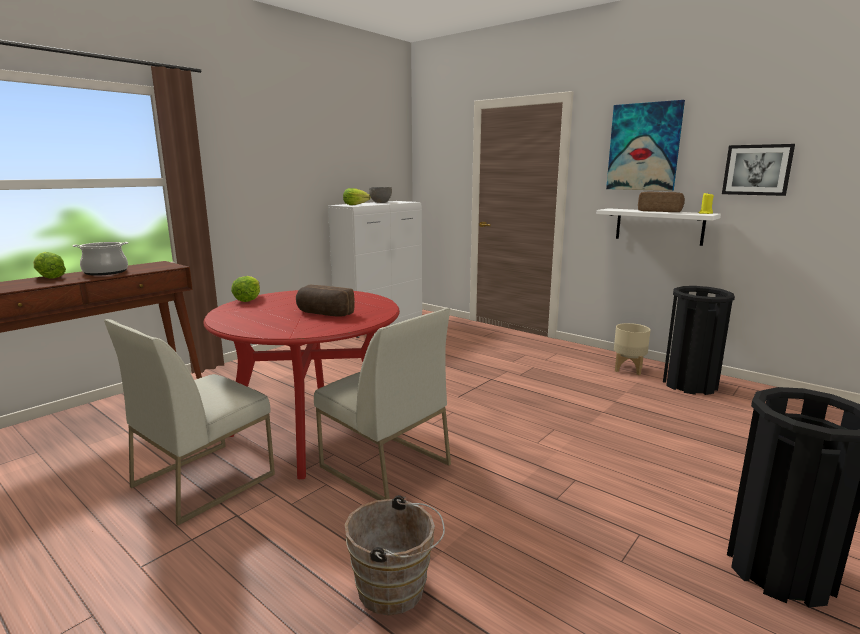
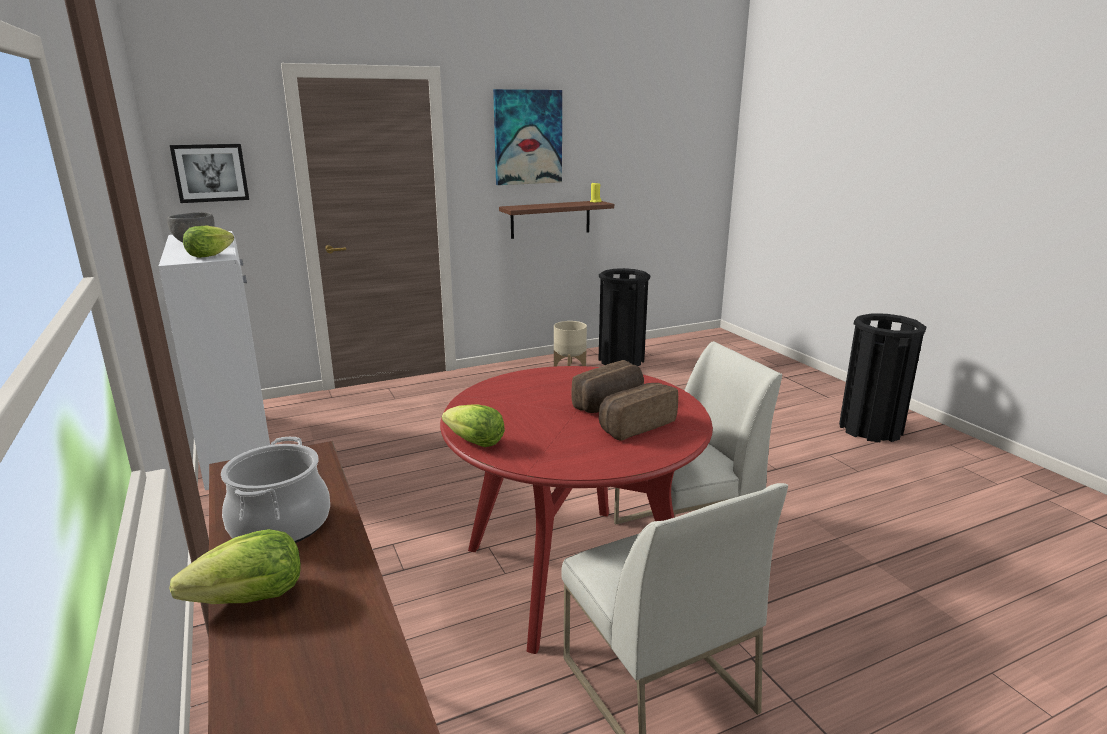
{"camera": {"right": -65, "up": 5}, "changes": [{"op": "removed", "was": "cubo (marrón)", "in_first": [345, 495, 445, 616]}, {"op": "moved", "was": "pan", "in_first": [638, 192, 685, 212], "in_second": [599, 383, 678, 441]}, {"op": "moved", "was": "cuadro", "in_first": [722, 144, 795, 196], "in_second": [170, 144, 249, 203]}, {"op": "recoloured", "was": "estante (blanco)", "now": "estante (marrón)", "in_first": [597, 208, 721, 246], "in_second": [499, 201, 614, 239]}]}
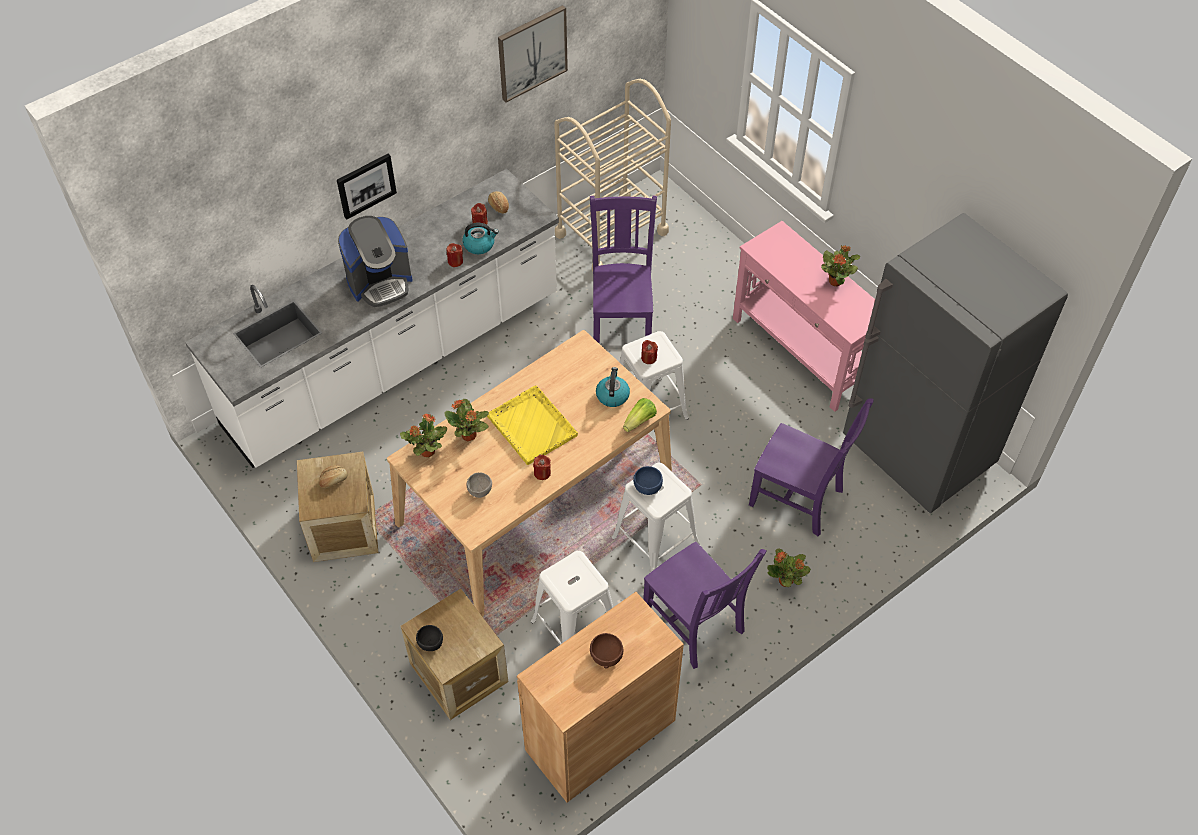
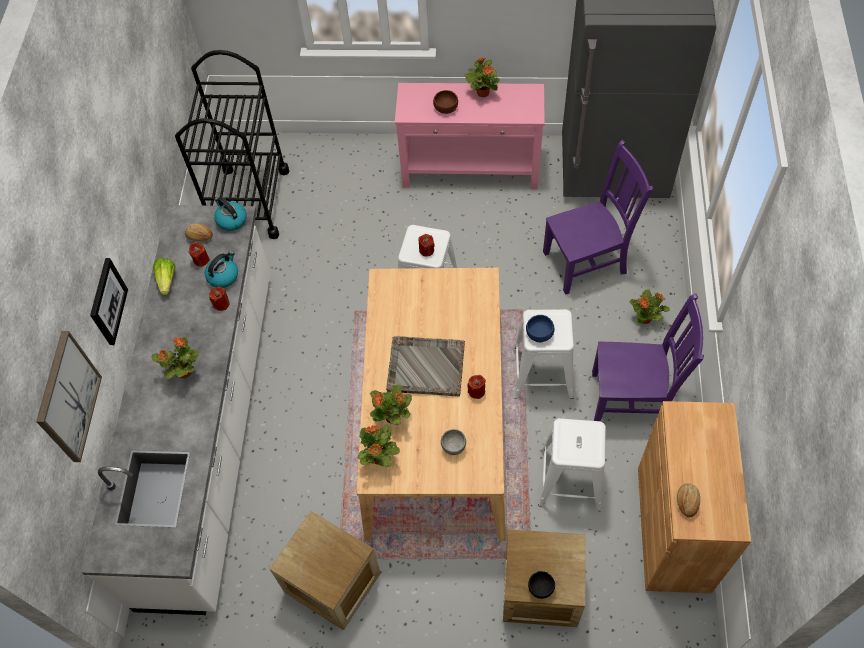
{"camera": {"right": -45, "up": 5}, "changes": [{"op": "removed", "was": "silla (morado)", "in_first": [590, 195, 657, 344]}, {"op": "moved", "was": "pan", "in_first": [319, 465, 348, 488], "in_second": [677, 483, 700, 518]}, {"op": "moved", "was": "cuadro", "in_first": [498, 5, 568, 103], "in_second": [36, 331, 102, 462]}, {"op": "moved", "was": "cuenco (marrón)", "in_first": [590, 633, 623, 668], "in_second": [433, 90, 458, 114]}, {"op": "moved", "was": "hervidor", "in_first": [596, 367, 630, 407], "in_second": [214, 197, 247, 231]}, {"op": "moved", "was": "lechuga", "in_first": [623, 398, 657, 432], "in_second": [153, 258, 176, 295]}, {"op": "replaced", "was": "cafetera", "now": "planta en maceta", "in_first": [338, 216, 413, 307], "in_second": [152, 337, 199, 379]}, {"op": "recoloured", "was": "bandeja (amarillo)", "now": "bandeja (gris)", "in_first": [487, 385, 578, 465], "in_second": [386, 336, 465, 396]}, {"op": "recoloured", "was": "carrito (beis)", "now": "carrito (negro)", "in_first": [554, 79, 671, 271], "in_second": [175, 50, 290, 239]}]}
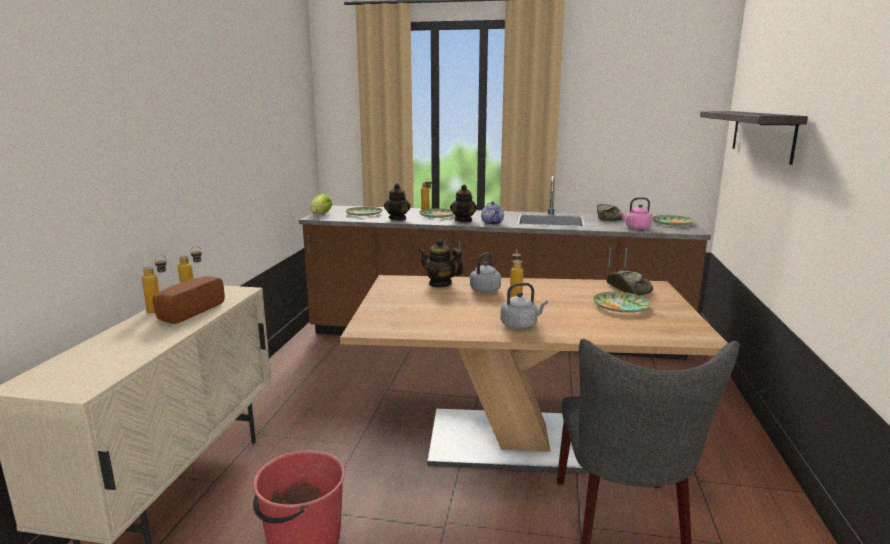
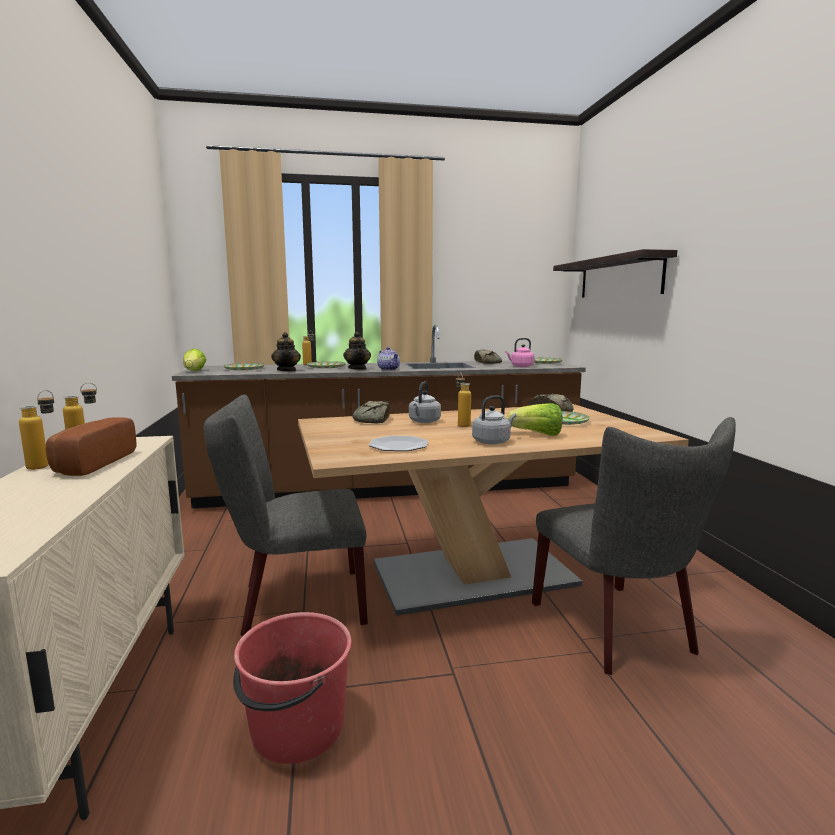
{"camera": {"right": -20, "up": -5}, "changes": [{"op": "added", "now": "silla (gris)", "in_second": [204, 394, 368, 637]}, {"op": "added", "now": "plato", "in_second": [369, 436, 428, 451]}, {"op": "added", "now": "lechuga", "in_second": [506, 403, 562, 436]}, {"op": "replaced", "was": "tetera", "now": "pan", "in_first": [418, 239, 464, 287], "in_second": [353, 401, 391, 424]}]}
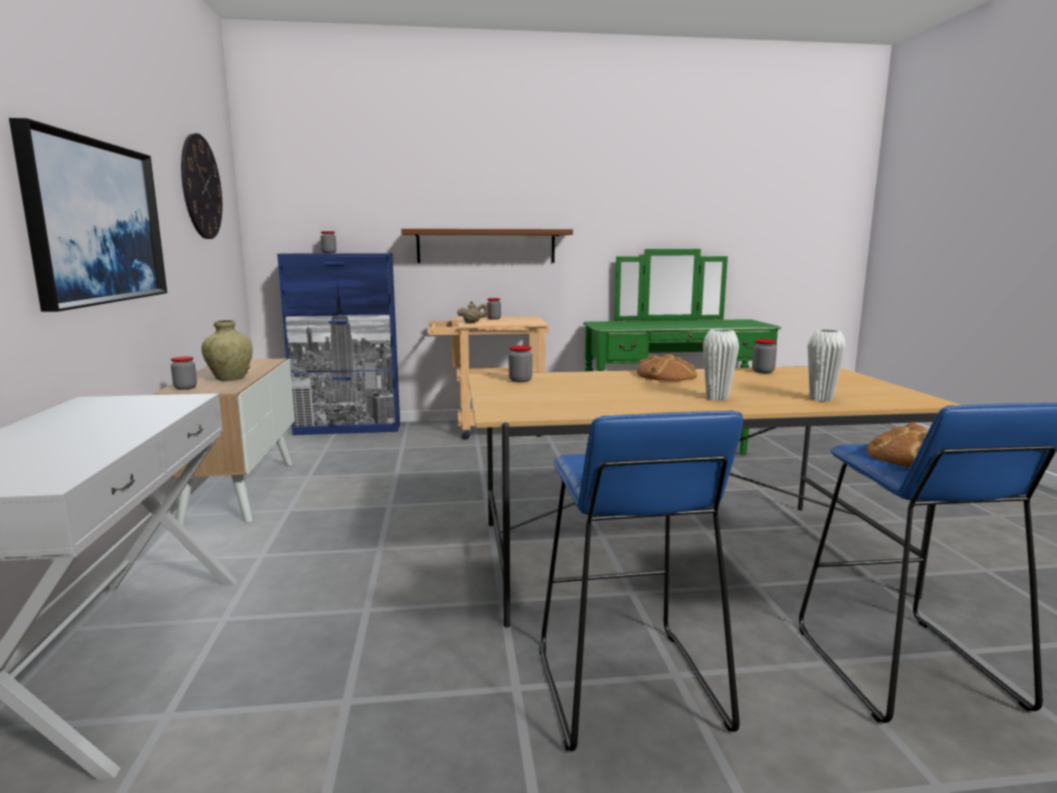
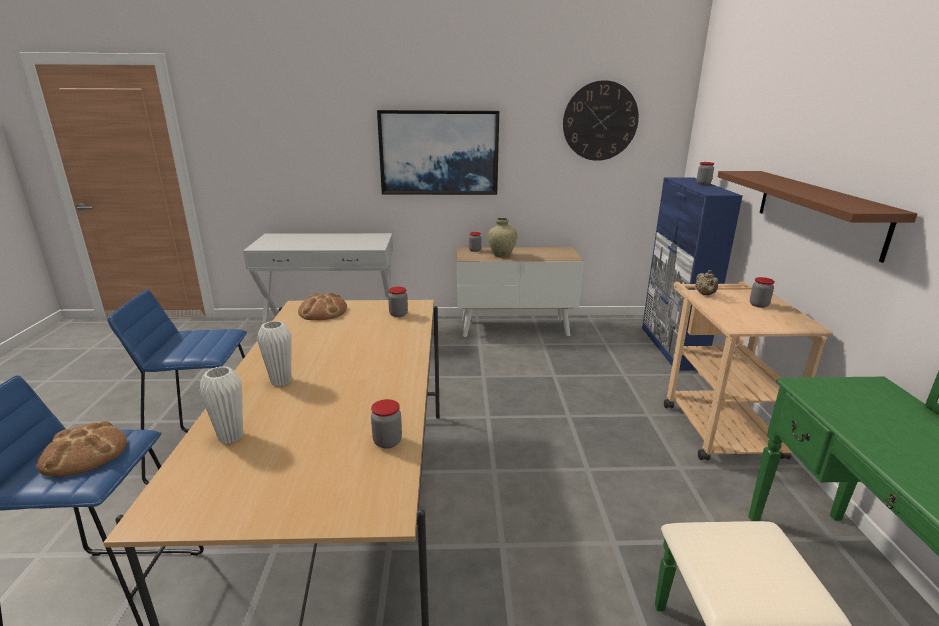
{"camera": {"right": 95, "up": 10}, "changes": [{"op": "moved", "was": "pan", "in_first": [637, 354, 697, 381], "in_second": [298, 292, 347, 320]}]}
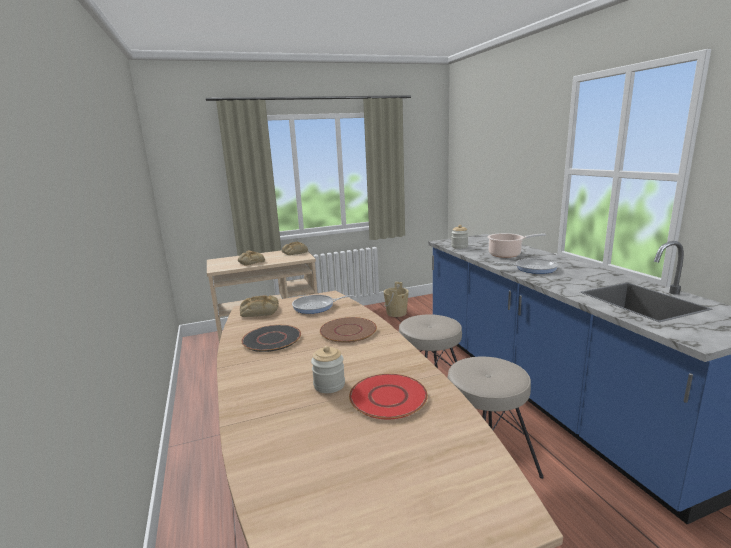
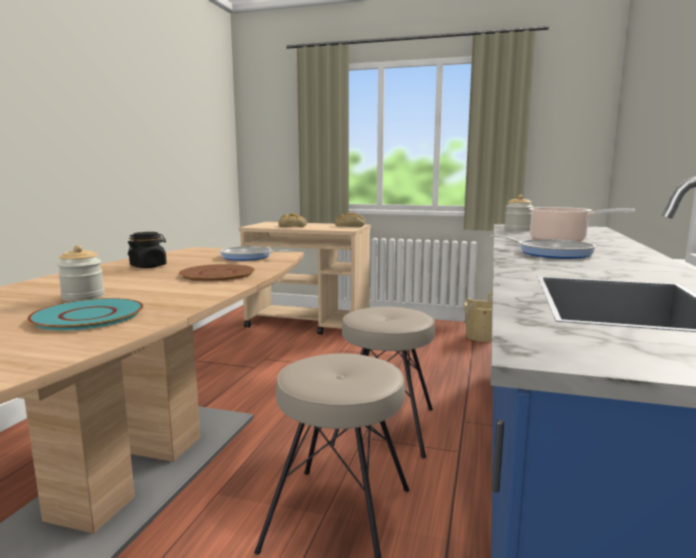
{"camera": {"right": 35, "up": -5}, "changes": [{"op": "removed", "was": "pan", "in_first": [240, 295, 279, 317]}, {"op": "replaced", "was": "plato (negro)", "now": "tarro (negro)", "in_first": [241, 325, 301, 352], "in_second": [128, 232, 167, 268]}, {"op": "recoloured", "was": "plato (rojo)", "now": "plato (turquesa)", "in_first": [349, 374, 428, 419], "in_second": [27, 298, 144, 330]}]}
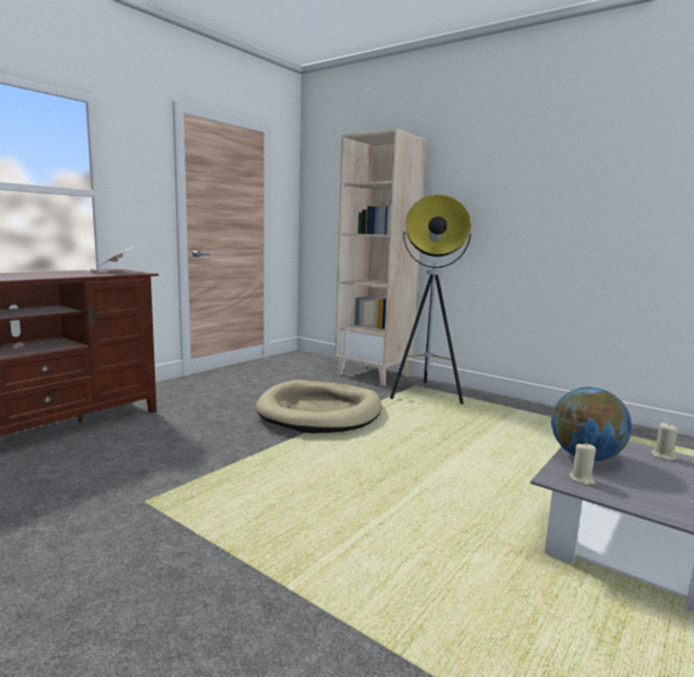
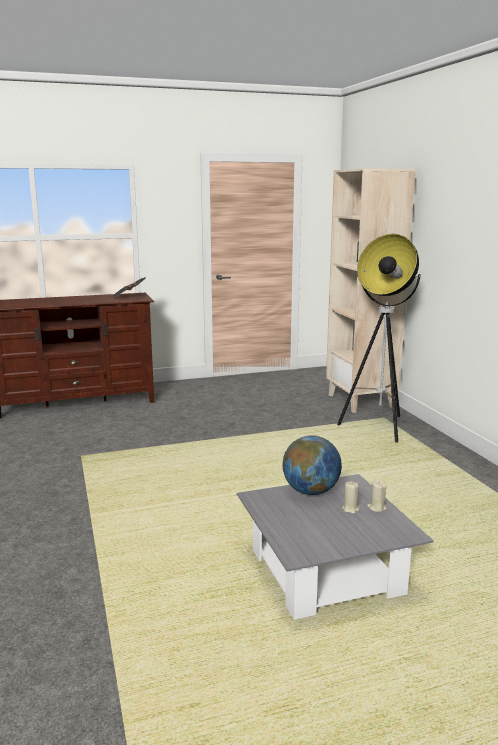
{"camera": {"right": 35, "up": 5}, "changes": [{"op": "removed", "was": "cama para perro (beis)", "in_first": [256, 380, 382, 433]}, {"op": "moved", "was": "vela (beis)", "in_first": [570, 443, 596, 485], "in_second": [342, 481, 360, 514]}]}
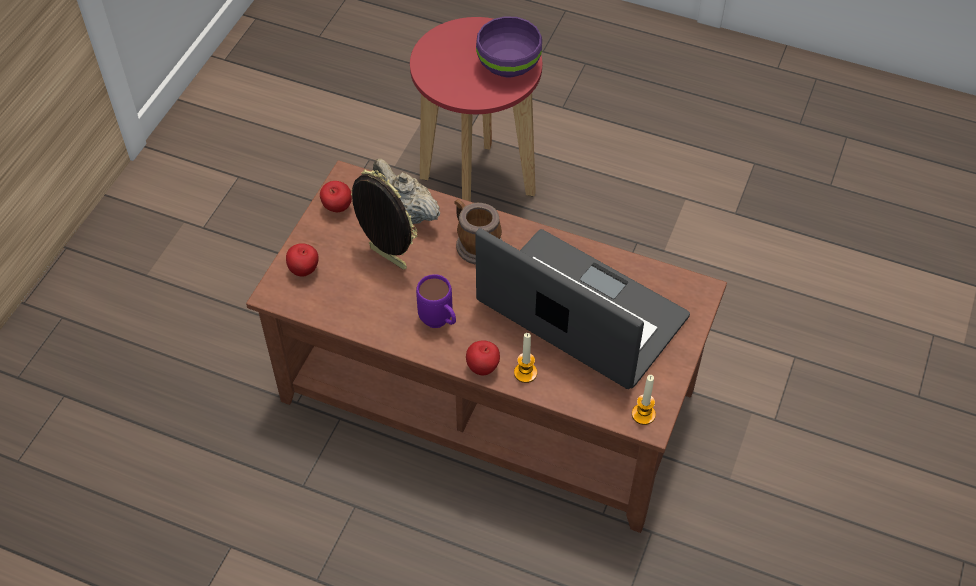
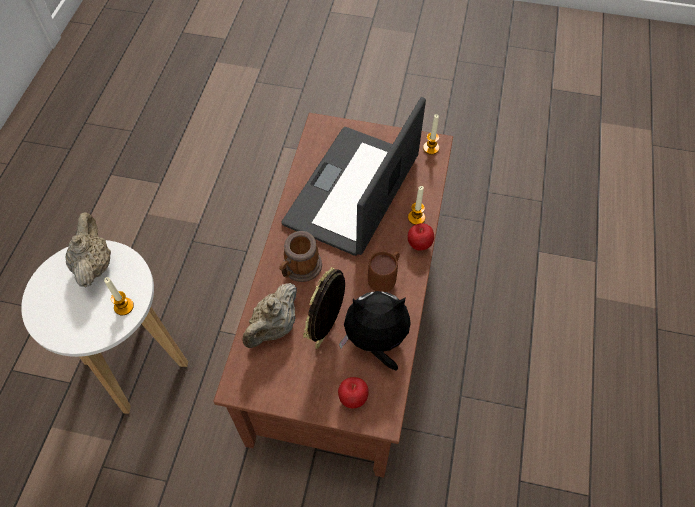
{"camera": {"right": -100, "up": 5}, "changes": [{"op": "removed", "was": "manzana", "in_first": [320, 181, 352, 212]}, {"op": "added", "now": "vela", "in_second": [104, 277, 134, 315]}, {"op": "added", "now": "peluche", "in_second": [339, 291, 411, 371]}, {"op": "replaced", "was": "cuenco (morado)", "now": "tetera (beis)", "in_first": [476, 16, 542, 78], "in_second": [65, 212, 111, 288]}, {"op": "recoloured", "was": "taburete (rojo)", "now": "taburete (blanco)", "in_first": [410, 17, 542, 202], "in_second": [21, 240, 188, 414]}, {"op": "recoloured", "was": "taza grande (morado)", "now": "taza grande (marrón)", "in_first": [416, 274, 456, 328], "in_second": [368, 251, 400, 292]}]}
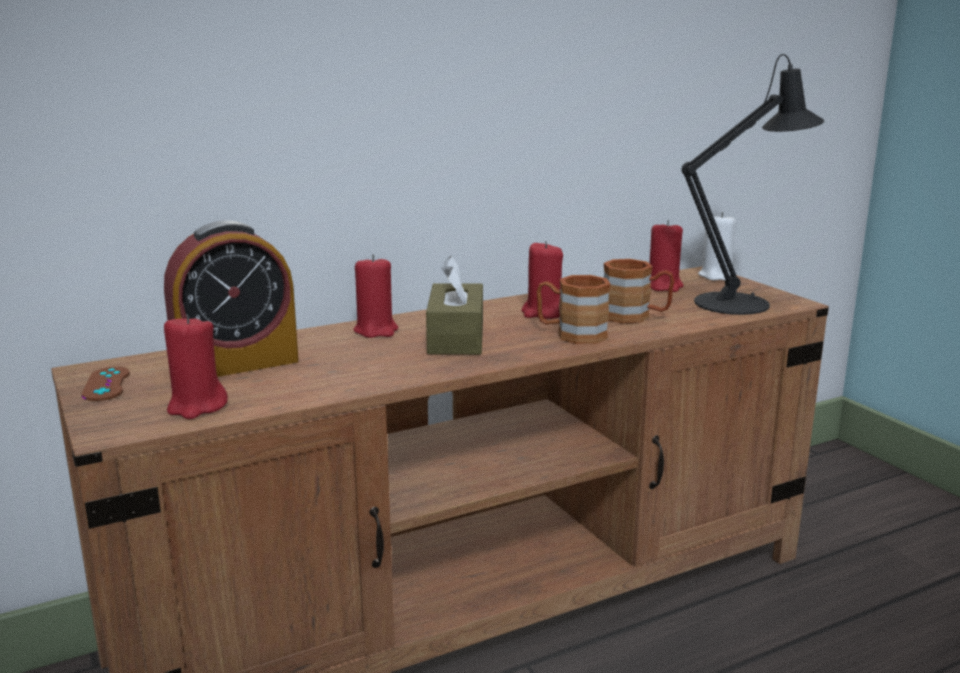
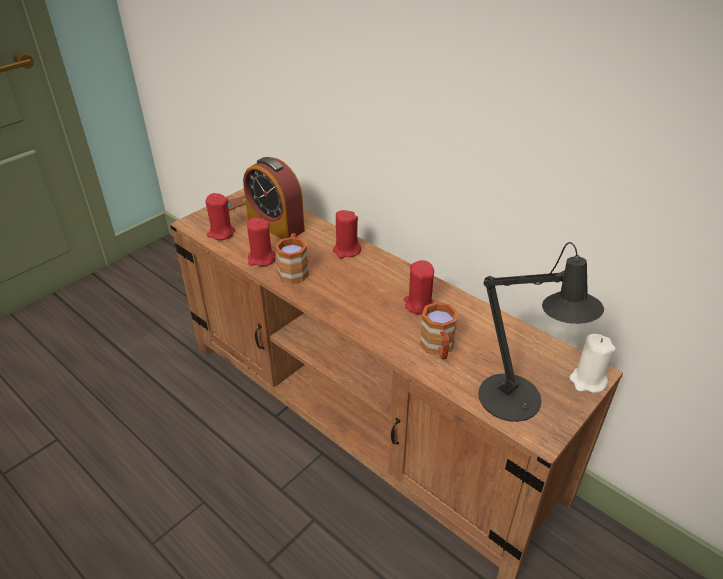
{"camera": {"right": 70, "up": 20}, "changes": [{"op": "removed", "was": "caja de pañuelos (marrón)", "in_first": [426, 256, 483, 355]}, {"op": "moved", "was": "taza grande (marrón)", "in_first": [537, 275, 610, 344], "in_second": [275, 233, 309, 284]}, {"op": "moved", "was": "vela (rojo)", "in_first": [649, 220, 684, 292], "in_second": [247, 218, 276, 267]}]}
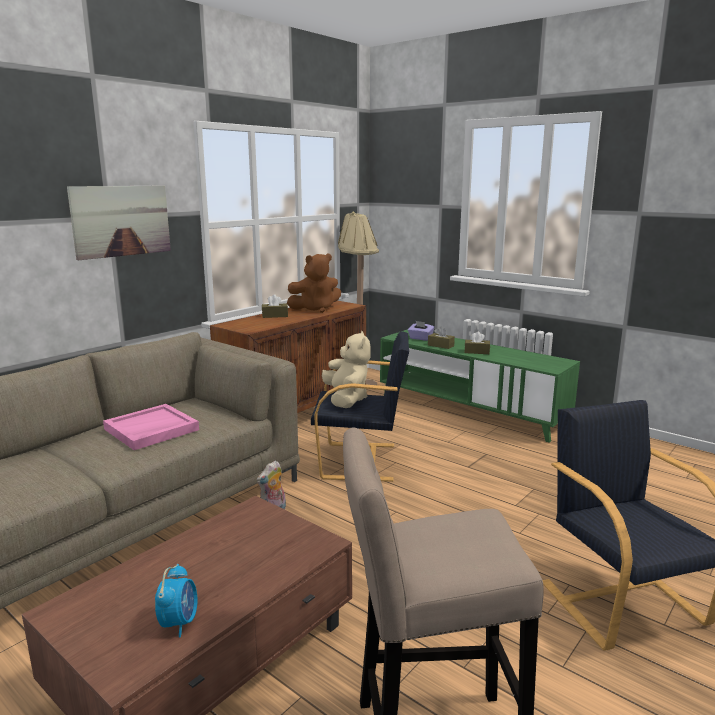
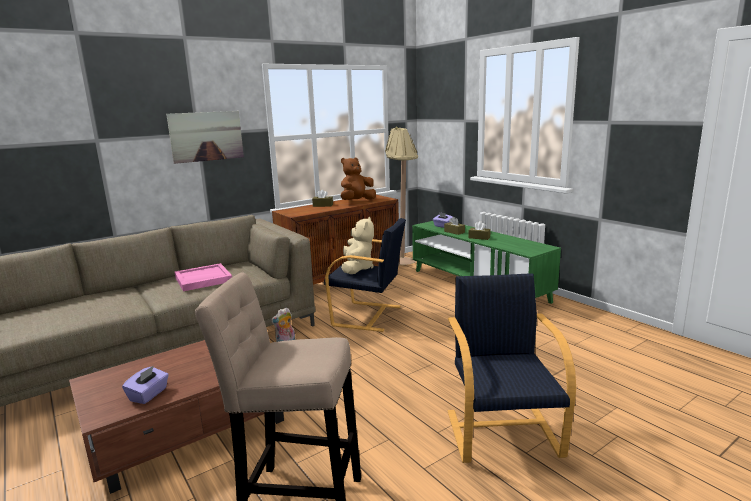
{"camera": {"right": 15, "up": 0}, "changes": [{"op": "replaced", "was": "despertador", "now": "caja de pañuelos (morado)", "in_first": [155, 564, 197, 637], "in_second": [122, 366, 169, 404]}, {"op": "turned", "was": "peluche (marrón)", "in_first": [287, 253, 341, 313], "in_second": [341, 157, 376, 200], "clockwise": 150}]}
